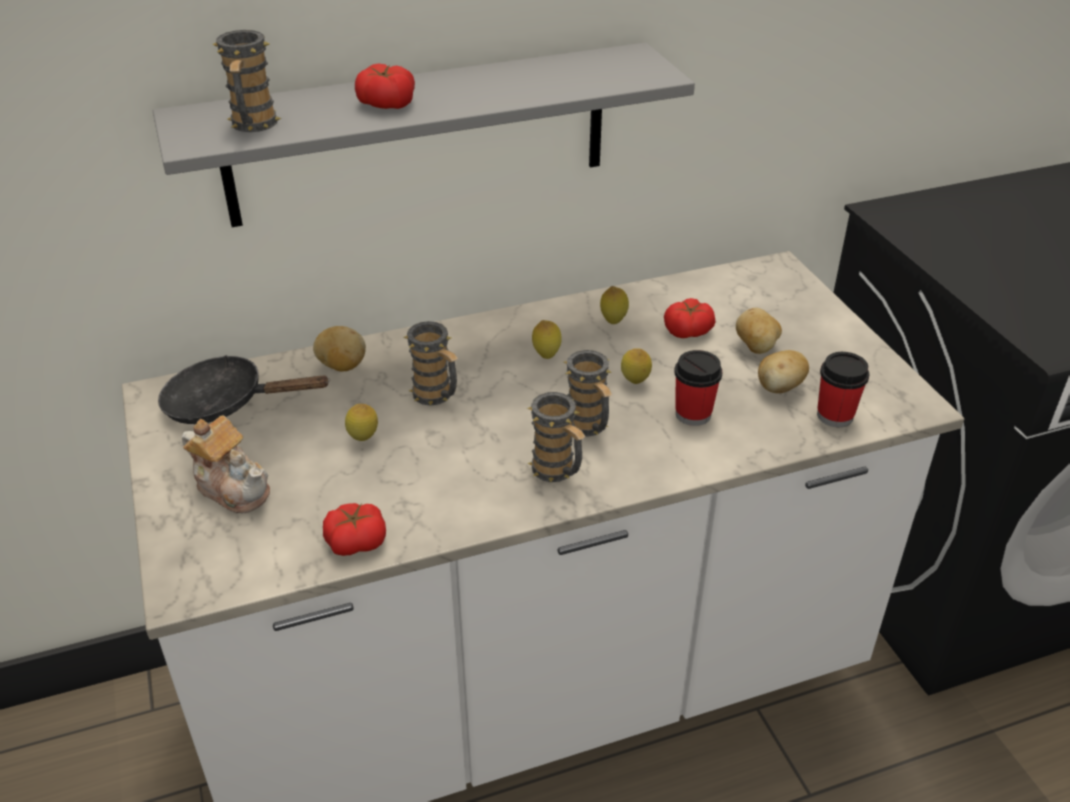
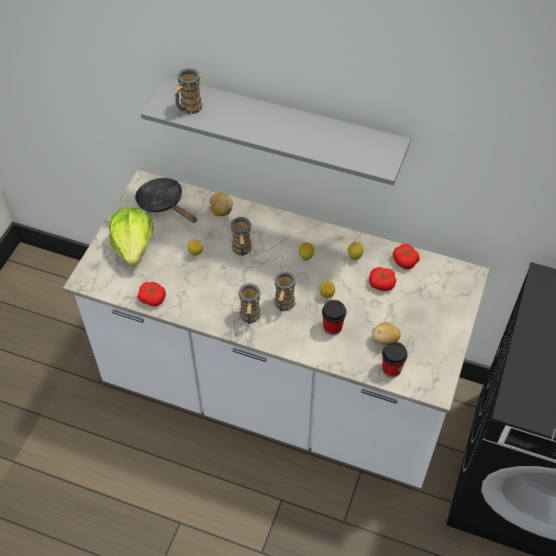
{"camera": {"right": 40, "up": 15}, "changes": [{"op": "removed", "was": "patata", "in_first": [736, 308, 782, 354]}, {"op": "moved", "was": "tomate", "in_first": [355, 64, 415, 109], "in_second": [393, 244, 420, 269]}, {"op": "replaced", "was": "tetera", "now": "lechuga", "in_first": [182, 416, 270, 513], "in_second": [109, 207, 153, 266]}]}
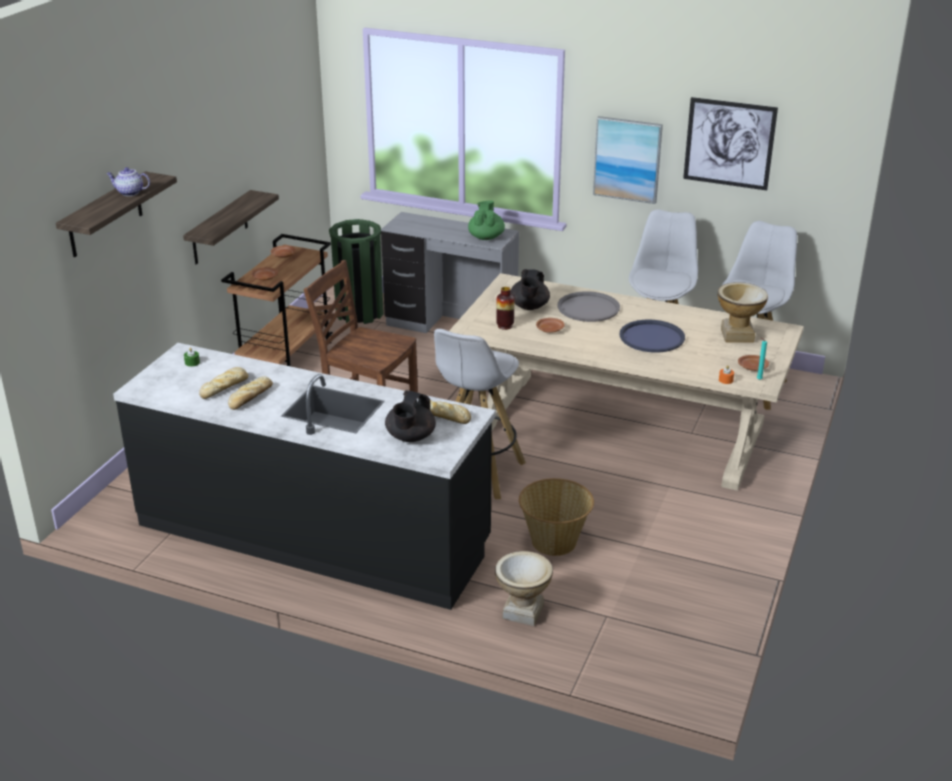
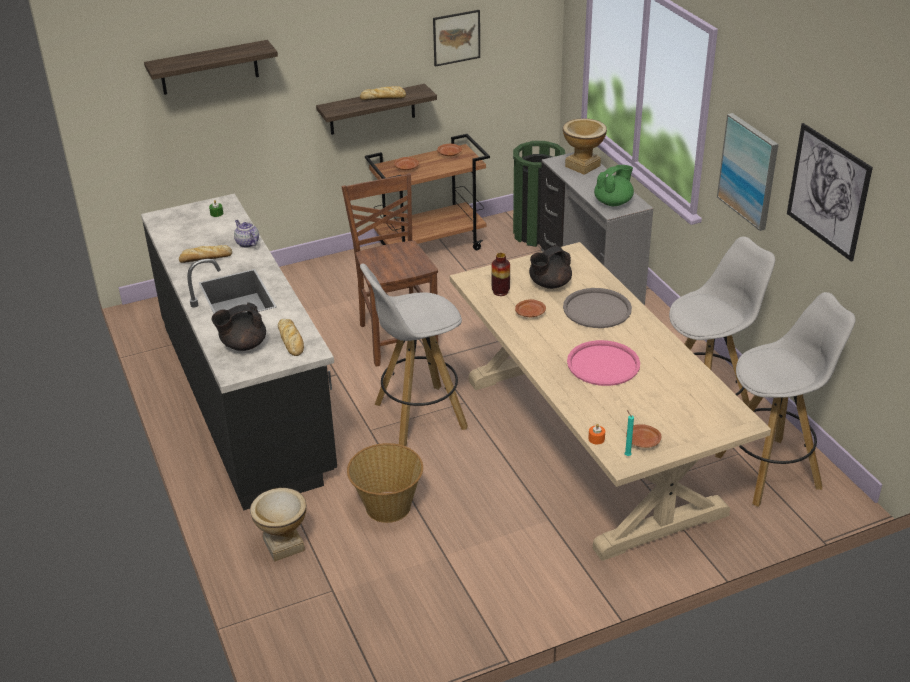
{"camera": {"right": 45, "up": 5}, "changes": [{"op": "added", "now": "cuadro", "in_second": [433, 10, 480, 67]}, {"op": "moved", "was": "tetera", "in_first": [106, 167, 150, 196], "in_second": [234, 220, 259, 248]}, {"op": "moved", "was": "pan", "in_first": [199, 367, 248, 399], "in_second": [360, 86, 406, 100]}, {"op": "moved", "was": "florero", "in_first": [718, 282, 768, 343], "in_second": [563, 118, 607, 175]}, {"op": "recoloured", "was": "bandeja (azul)", "now": "bandeja (rosa)", "in_first": [620, 320, 685, 353], "in_second": [567, 340, 640, 386]}]}
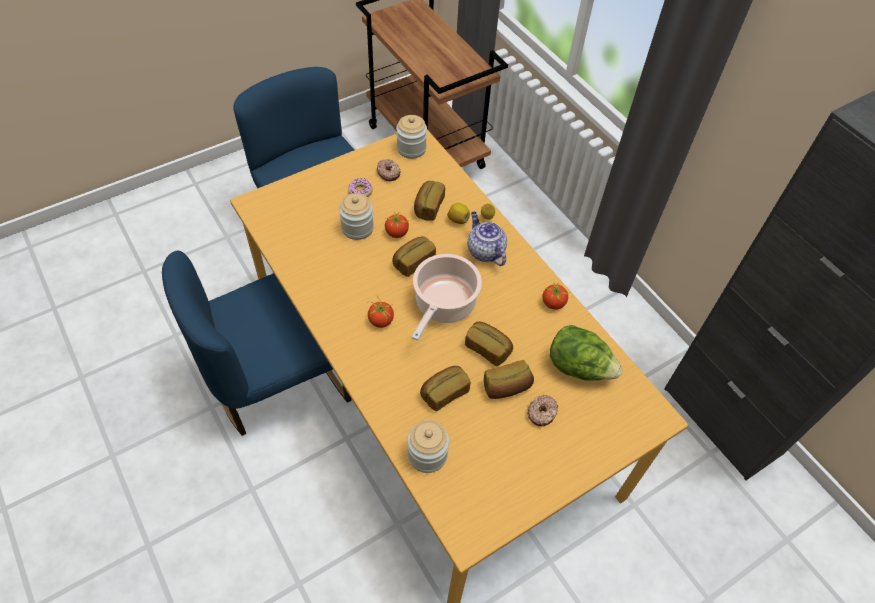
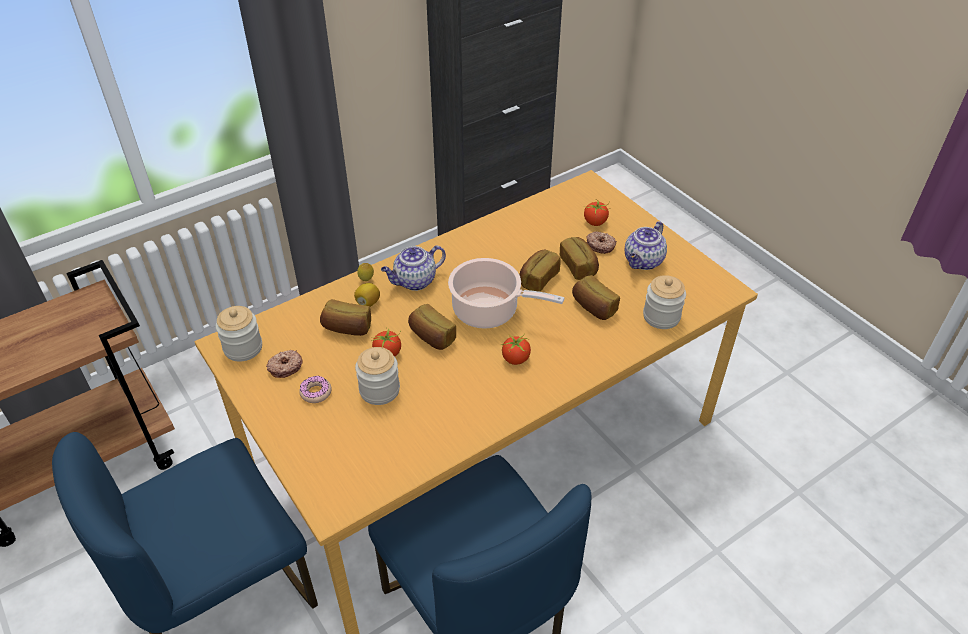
{"camera": {"right": -90, "up": -10}, "changes": [{"op": "removed", "was": "lechuga", "in_first": [550, 325, 623, 381]}, {"op": "added", "now": "tetera", "in_second": [625, 221, 667, 270]}, {"op": "moved", "was": "tomate", "in_first": [542, 282, 570, 310], "in_second": [584, 201, 610, 226]}]}
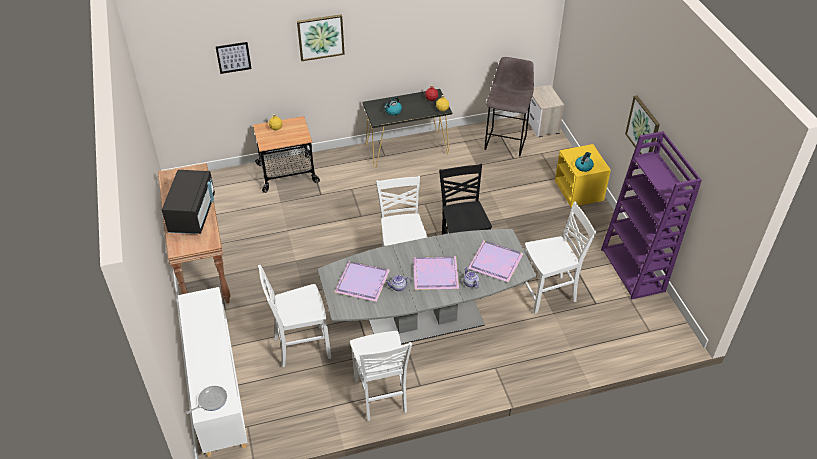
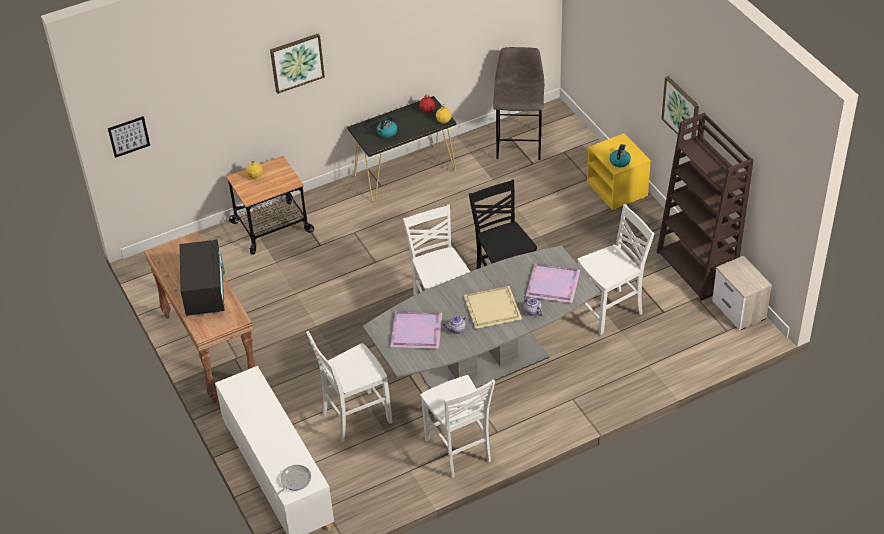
{"camera": {"right": -10, "up": 0}, "changes": [{"op": "moved", "was": "cuadro", "in_first": [216, 42, 252, 74], "in_second": [108, 116, 150, 158]}, {"op": "moved", "was": "mesita de noche", "in_first": [526, 85, 564, 137], "in_second": [712, 256, 772, 330]}, {"op": "recoloured", "was": "bandeja (morado)", "now": "bandeja (beis)", "in_first": [413, 256, 459, 290], "in_second": [464, 286, 522, 329]}, {"op": "recoloured", "was": "estantería (morado)", "now": "estantería (marrón)", "in_first": [601, 131, 702, 300], "in_second": [657, 113, 754, 301]}]}
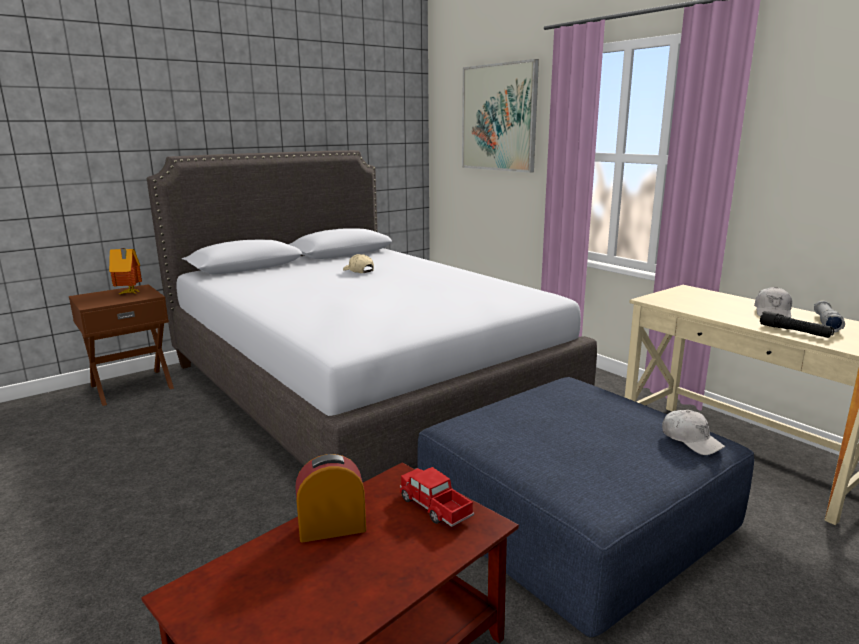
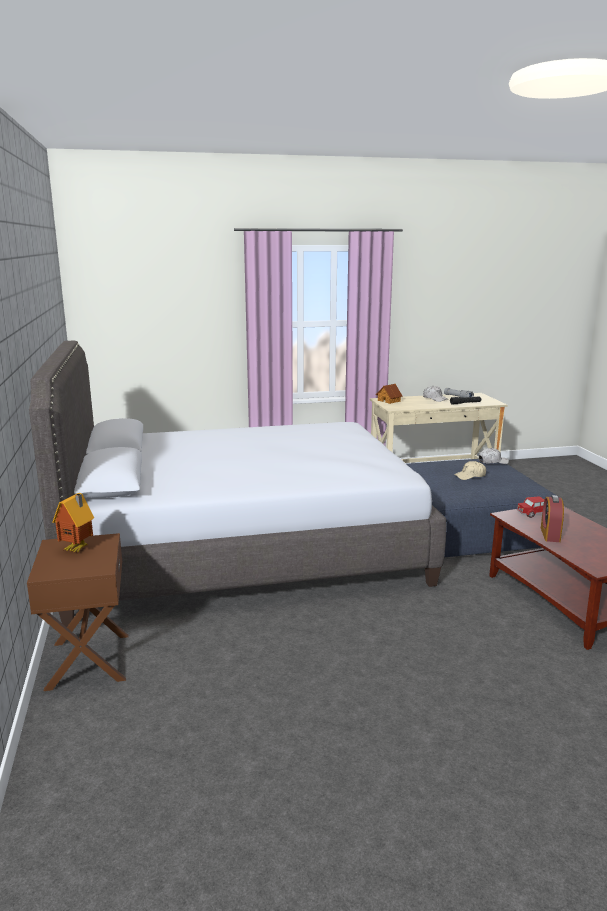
{"camera": {"right": -65, "up": 0}, "changes": [{"op": "removed", "was": "cuadro", "in_first": [462, 59, 539, 173]}, {"op": "added", "now": "casita", "in_second": [376, 384, 402, 404]}, {"op": "moved", "was": "gorra (beis)", "in_first": [343, 254, 374, 273], "in_second": [454, 461, 486, 480]}]}
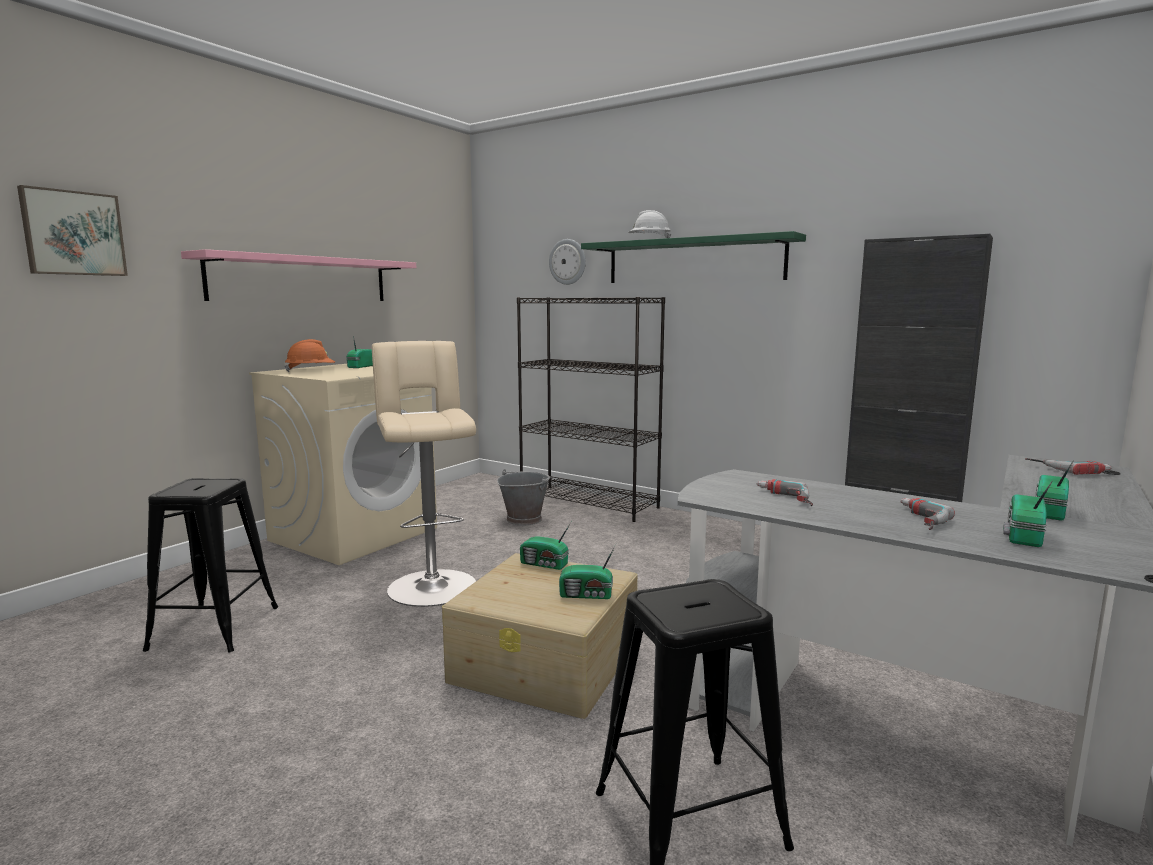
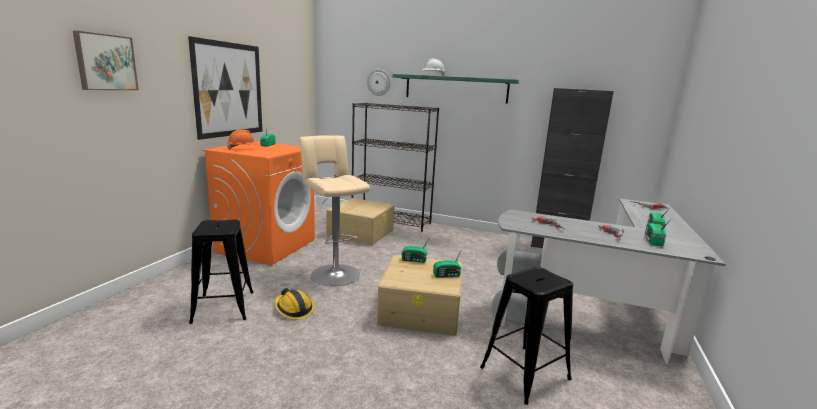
{"camera": {"right": -15, "up": 5}, "changes": [{"op": "added", "now": "casco", "in_second": [275, 288, 314, 320]}, {"op": "replaced", "was": "estante (rosa)", "now": "cuadro", "in_first": [181, 249, 416, 301], "in_second": [188, 36, 262, 140]}, {"op": "replaced", "was": "cubo (gris)", "now": "caja de almacenaje (beis)", "in_first": [497, 469, 551, 525], "in_second": [326, 198, 394, 245]}, {"op": "recoloured", "was": "lavadora (beis)", "now": "lavadora (naranja)", "in_first": [249, 364, 437, 565], "in_second": [203, 141, 315, 265]}]}
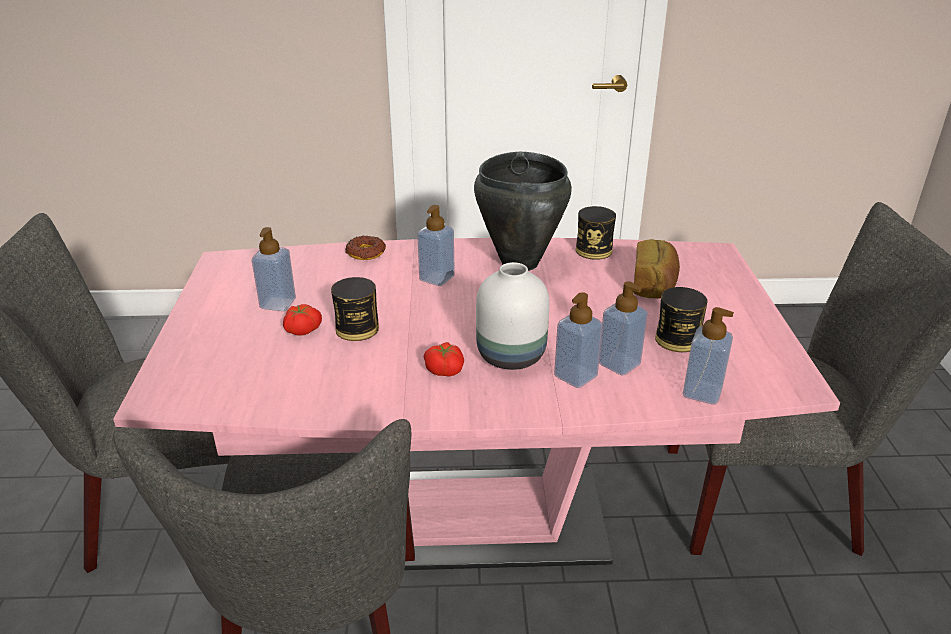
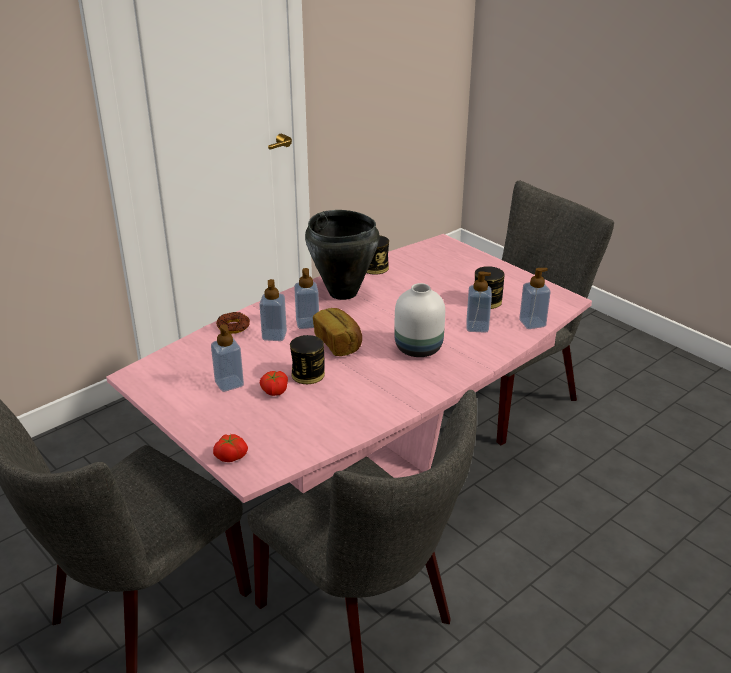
{"camera": {"right": -40, "up": 0}, "changes": [{"op": "moved", "was": "tomate", "in_first": [424, 342, 464, 377], "in_second": [213, 434, 248, 462]}, {"op": "moved", "was": "dispensador de jabón", "in_first": [554, 292, 603, 388], "in_second": [259, 279, 287, 341]}, {"op": "moved", "was": "pan", "in_first": [633, 239, 680, 299], "in_second": [313, 308, 362, 356]}]}
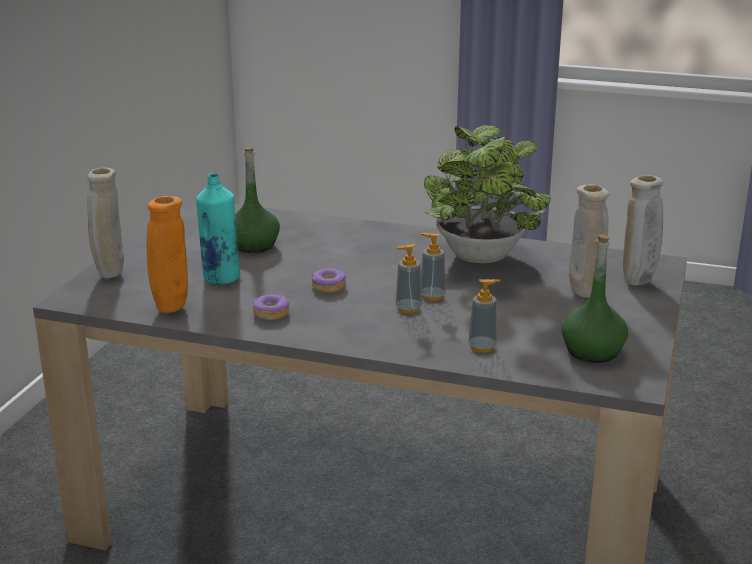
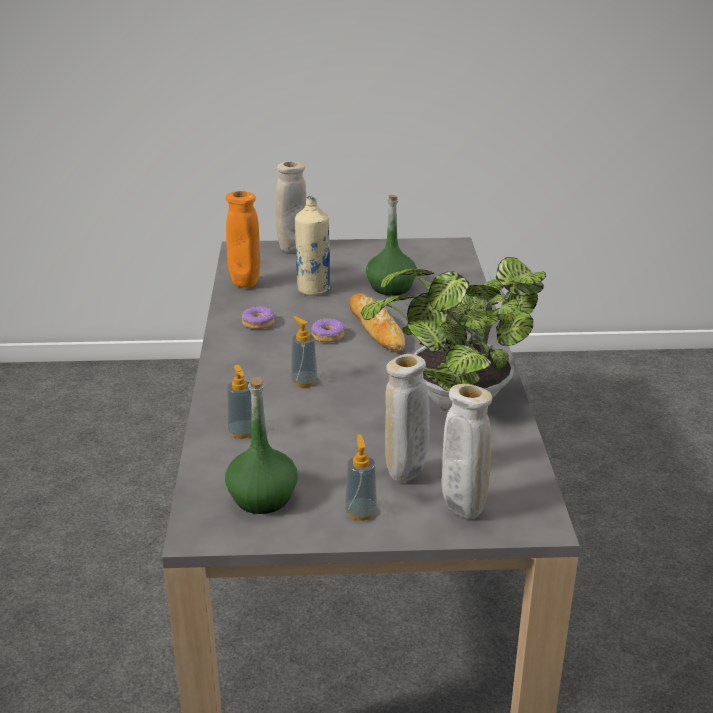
{"camera": {"right": 70, "up": 5}, "changes": [{"op": "added", "now": "pan", "in_second": [350, 293, 405, 352]}, {"op": "moved", "was": "dispensador de jabón", "in_first": [421, 233, 446, 301], "in_second": [345, 434, 377, 521]}, {"op": "recoloured", "was": "botella (turquesa)", "now": "botella (beis)", "in_first": [196, 173, 241, 284], "in_second": [295, 195, 330, 296]}]}
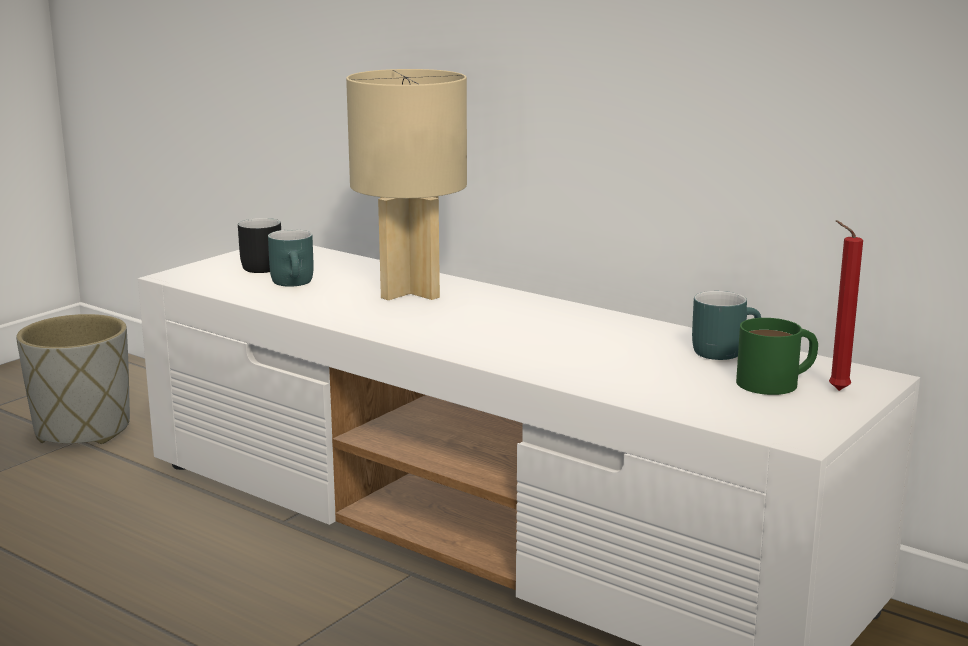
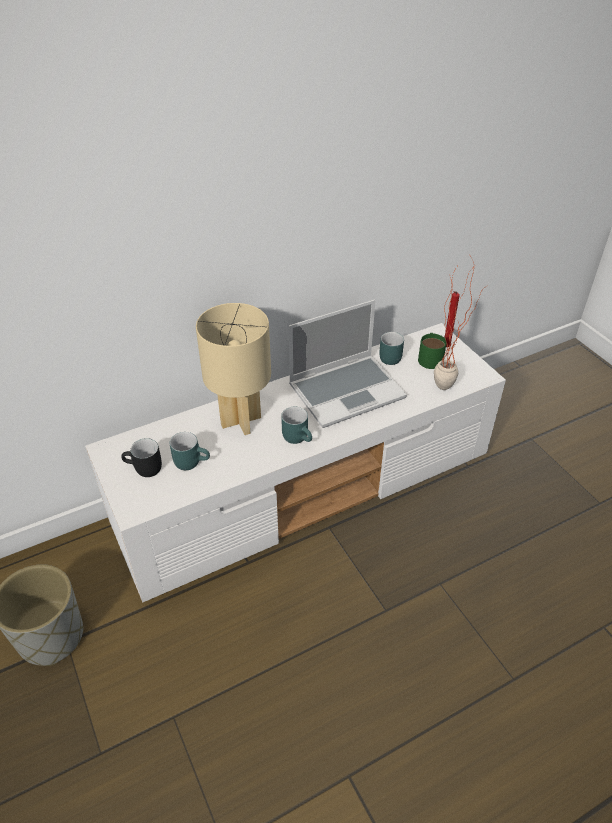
{"camera": {"right": -65, "up": 25}, "changes": [{"op": "added", "now": "taza grande (turquesa)", "in_second": [281, 407, 312, 444]}, {"op": "added", "now": "portátil", "in_second": [289, 300, 407, 428]}, {"op": "added", "now": "planta en maceta", "in_second": [434, 256, 484, 390]}]}
